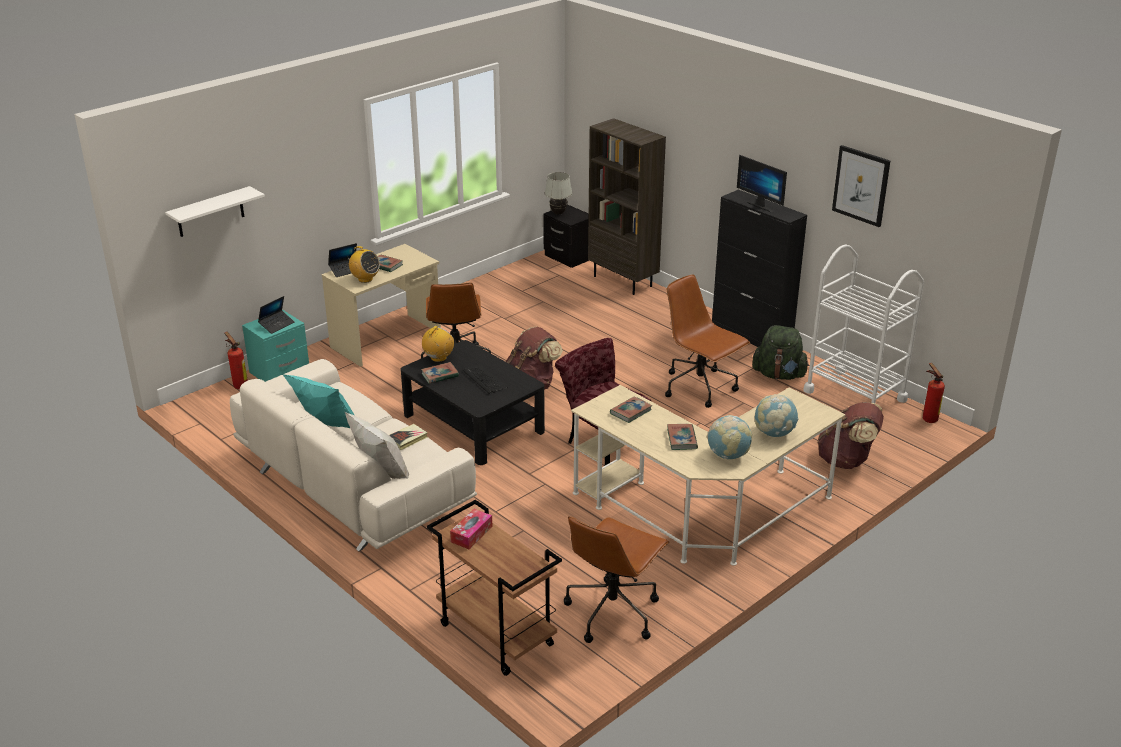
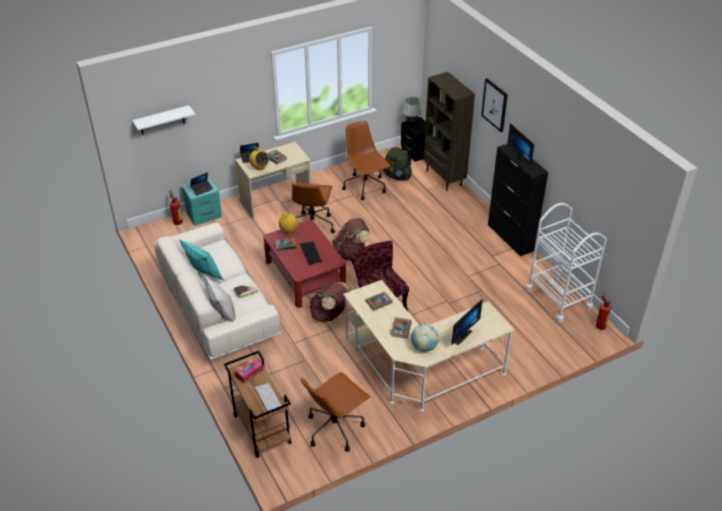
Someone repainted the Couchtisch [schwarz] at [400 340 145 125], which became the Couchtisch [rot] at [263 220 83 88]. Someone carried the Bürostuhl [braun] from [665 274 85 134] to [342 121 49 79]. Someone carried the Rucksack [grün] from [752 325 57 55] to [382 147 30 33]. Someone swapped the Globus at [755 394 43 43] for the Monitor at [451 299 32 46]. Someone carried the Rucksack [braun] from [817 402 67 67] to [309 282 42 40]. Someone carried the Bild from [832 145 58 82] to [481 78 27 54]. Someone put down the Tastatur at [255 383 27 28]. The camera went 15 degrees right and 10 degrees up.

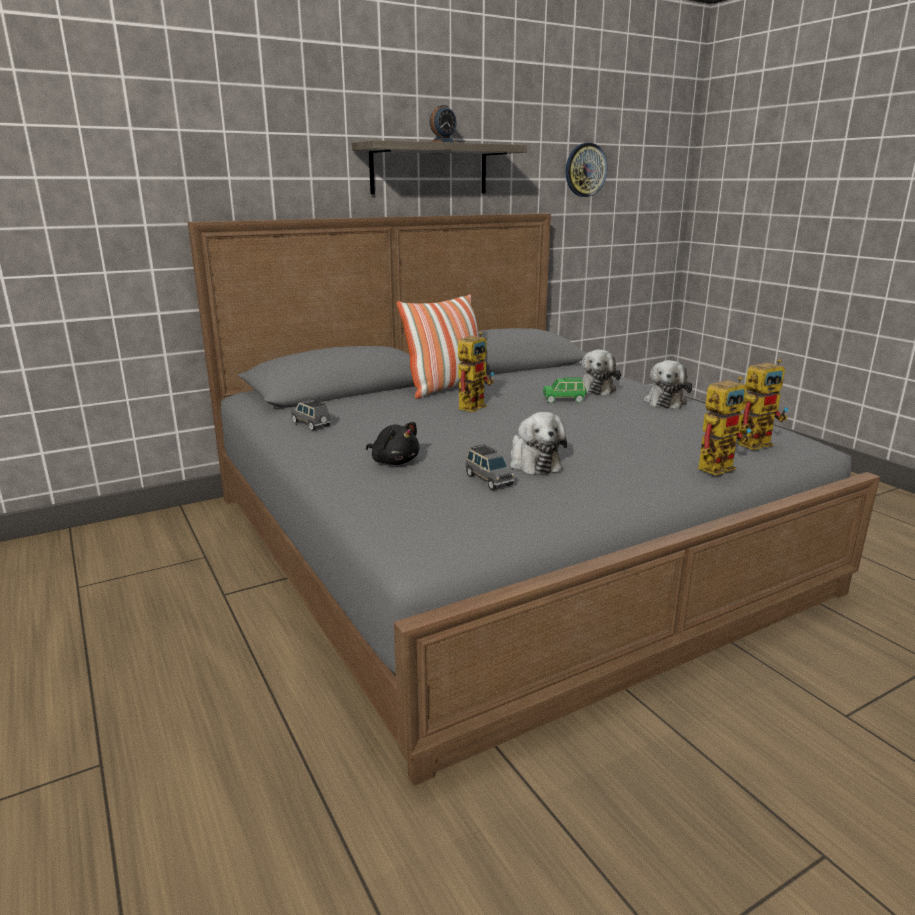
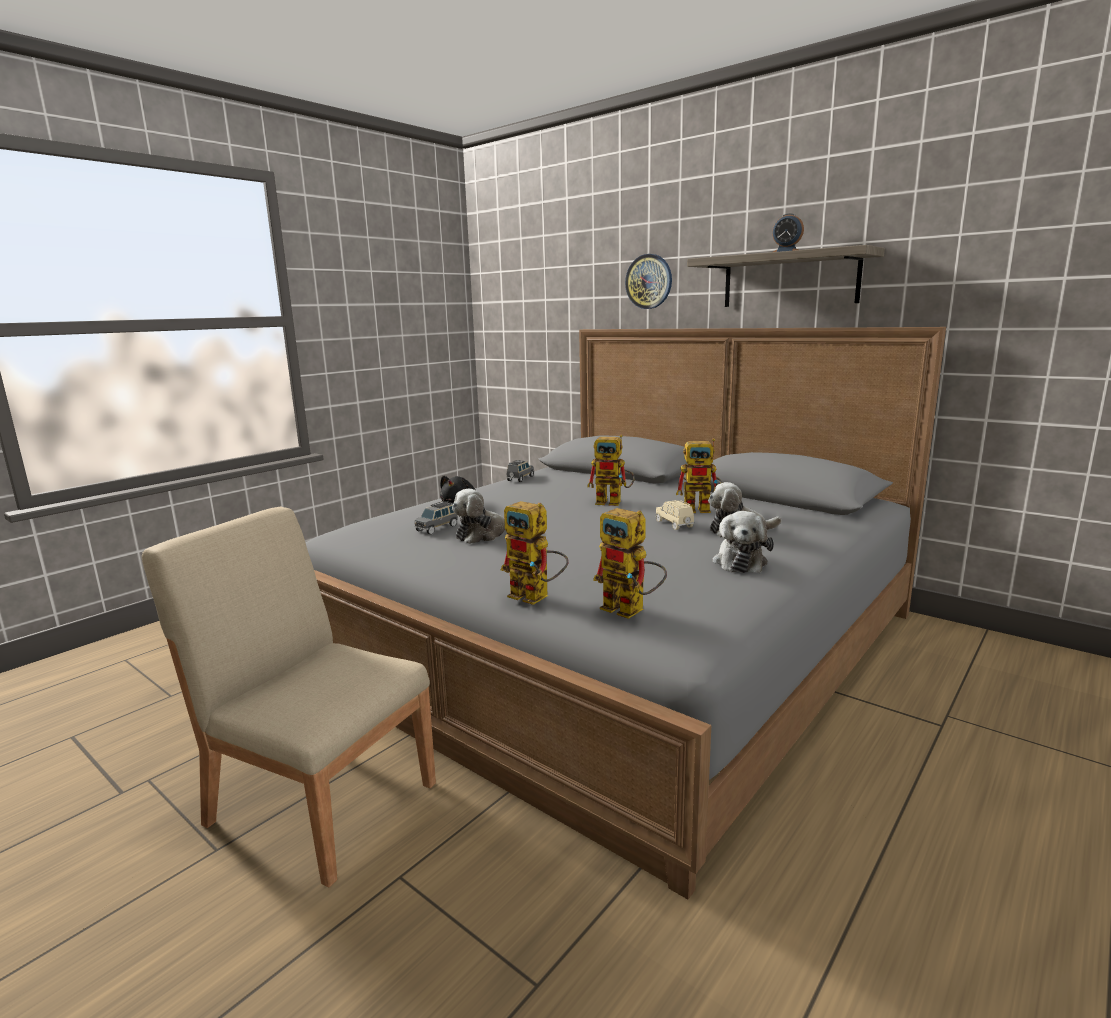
Someone took away the Kissen at [397 294 91 105]. Someone repainted the Spielzeugauto [grün] at [543 377 43 26], which became the Spielzeugauto [beige] at [655 500 39 30]. Someone carried the Wanduhr from [566 143 41 54] to [625 254 47 55]. Someone rotated the Plüschtier at [644 360 48 49] by 75 degrees counterclockwise. Someone put down the Stuhl [beige] at [142 507 294 380]. Someone put down the Spielzeugroboter at [676 438 46 75]. The camera went 70 degrees right and 5 degrees down.

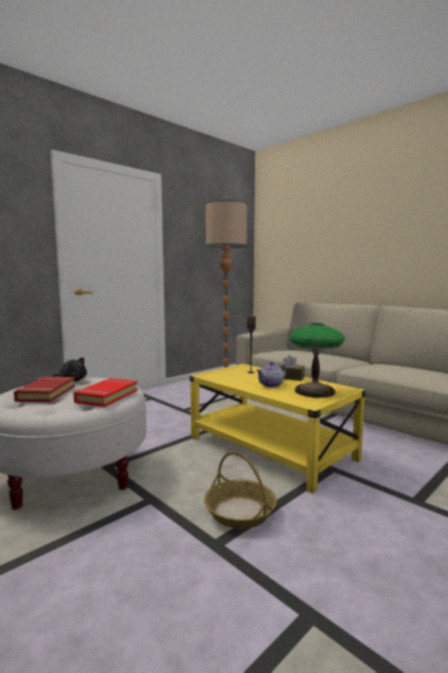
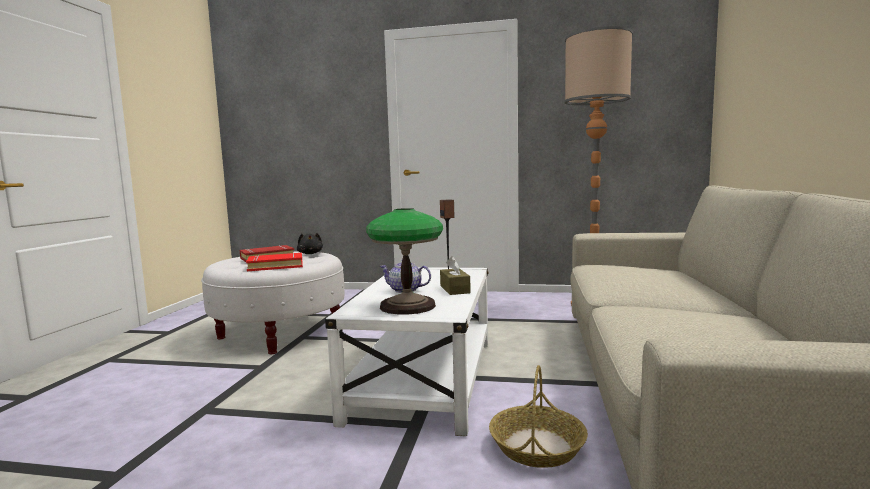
Someone repainted the Couchtisch [gelb] at [190 364 176 129], which became the Couchtisch [weiß] at [325 267 164 170]. Someone carried the Korb from [204 451 73 78] to [489 365 99 103]. The camera went 55 degrees right and 0 degrees up.

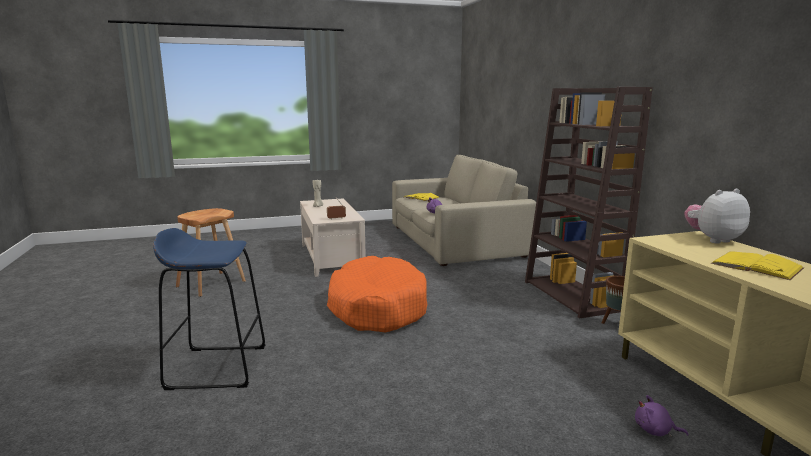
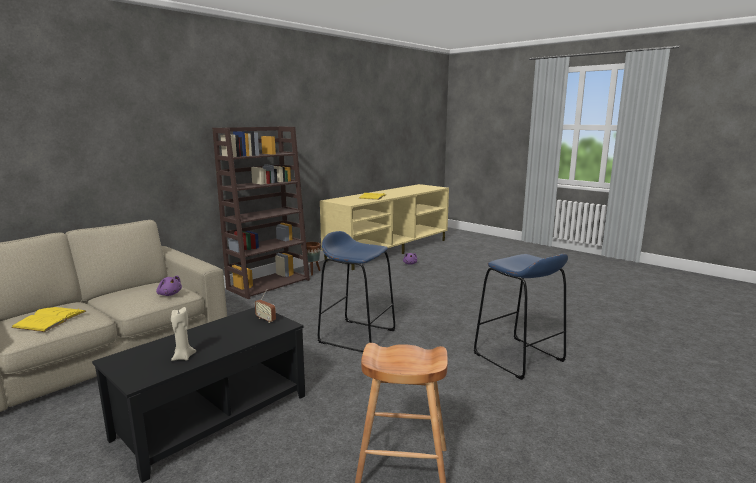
Someone repainted the Couchtisch [beige] at [300 198 66 79], which became the Couchtisch [schwarz] at [92 307 213 176]. Someone swapped the Hundebett [orange] at [327 256 100 77] for the Hocker [blau] at [318 231 77 121]. Someone took away the Plüschtier at [684 189 66 55]. The camera went 120 degrees left and 0 degrees up.

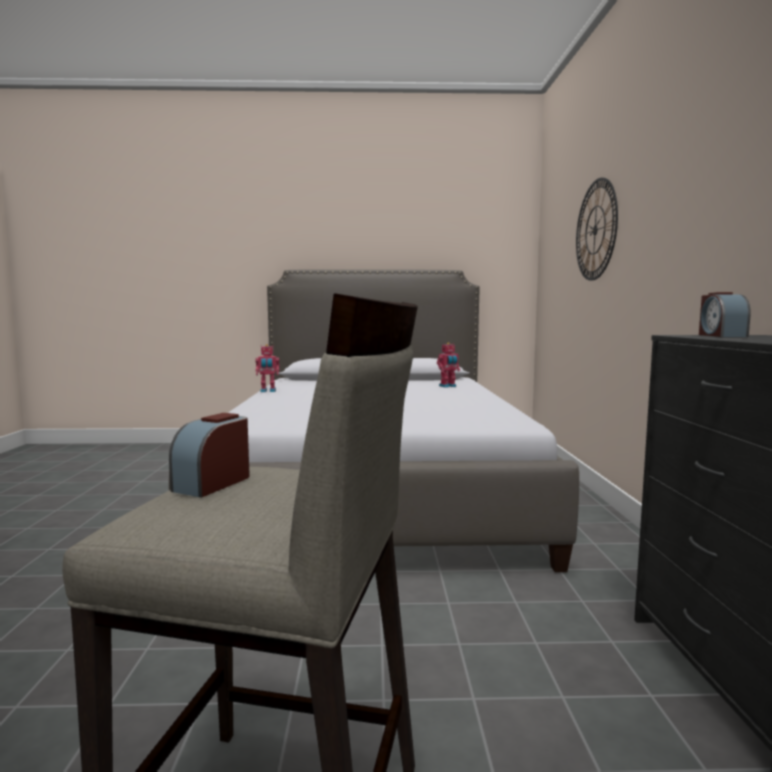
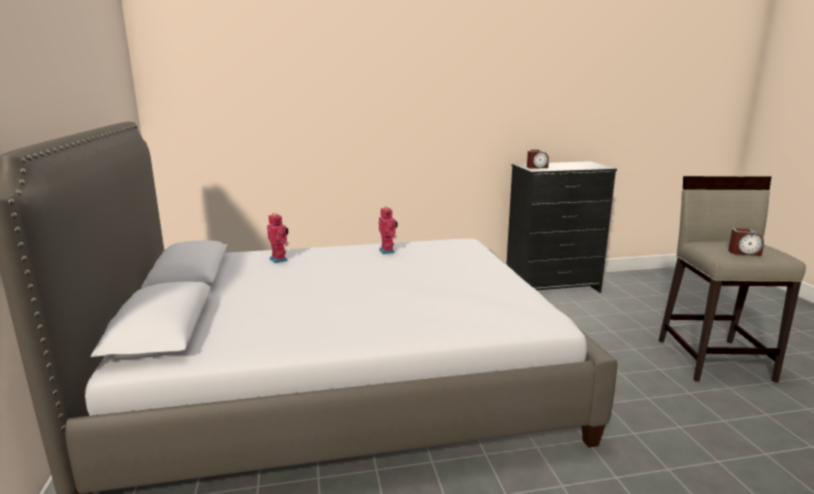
Someone carried the Spielzeugroboter from [255 344 25 48] to [379 206 19 48]. Someone took away the Wanduhr at [576 178 42 103]. The camera went 100 degrees left and 10 degrees up.

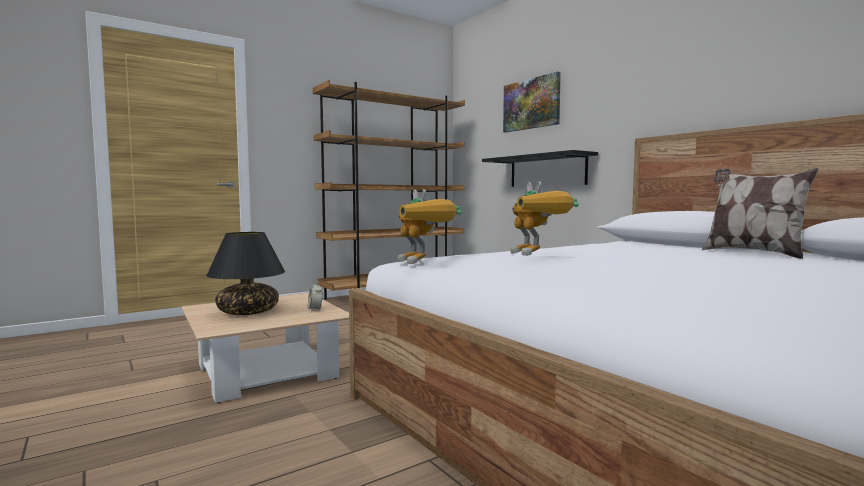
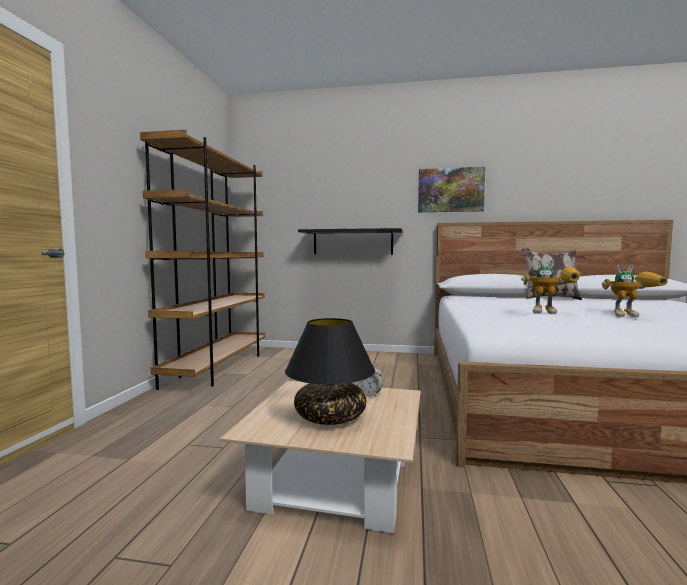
Someone carried the Spielzeugroboter from [397 189 65 75] to [601 265 67 52]. Someone carried the Bild from [503 71 58 61] to [418 167 67 45]. The camera went 45 degrees left and 0 degrees up.

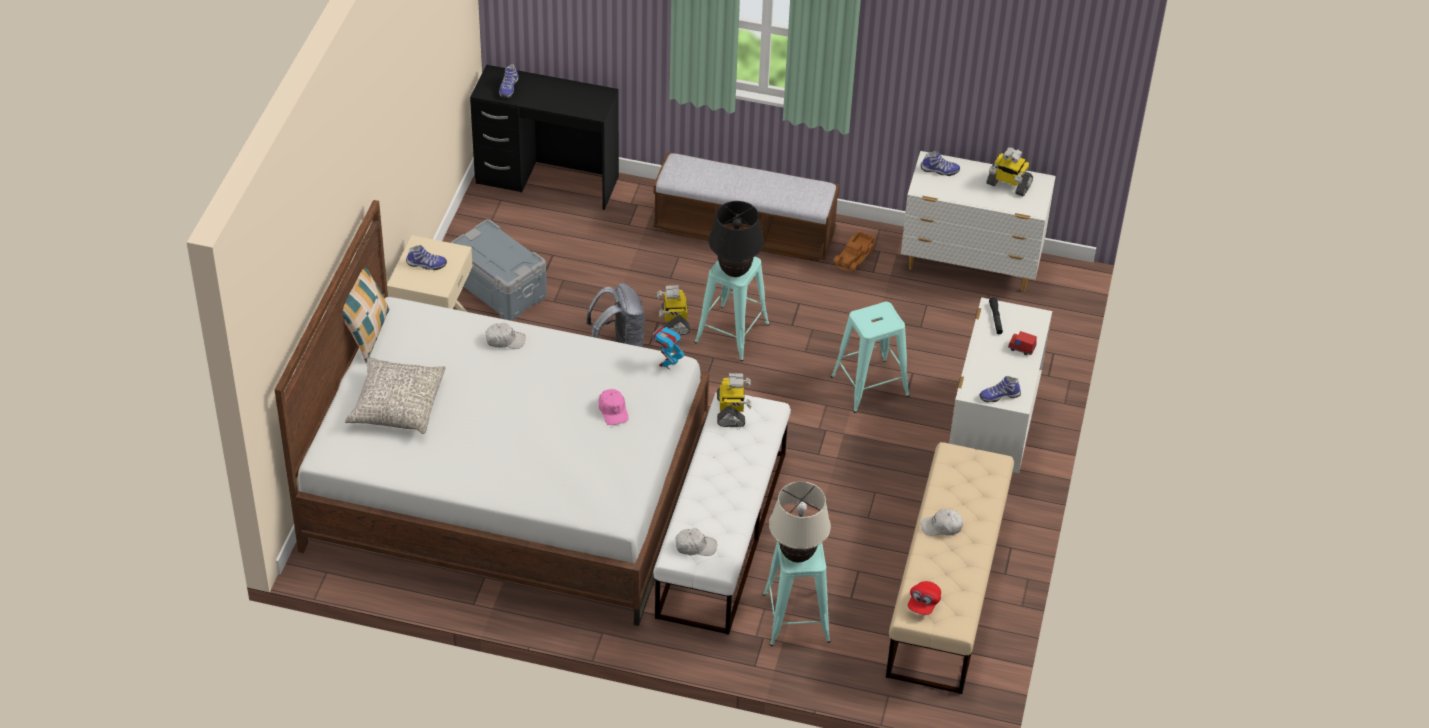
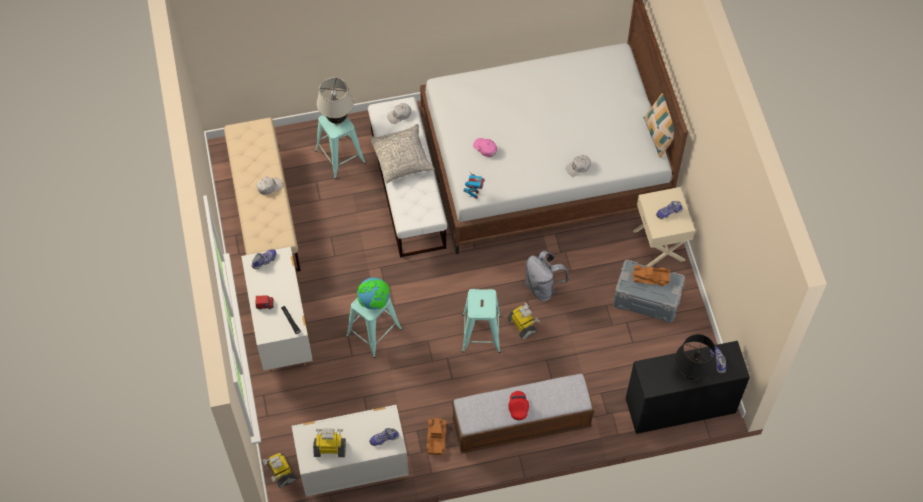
Someone carried the Kissen [grau] from [345 357 101 77] to [370 124 65 59]. Someone carried the Tischlampe [schwarz] from [709 201 55 76] to [675 334 41 46]. Someone carried the Spielzeugroboter from [717 373 34 54] to [263 453 33 35]. Someone carried the Kappe [rot] from [908 581 33 34] to [509 391 20 29]. Someone put down the Globus at [357 277 33 33]. Someone put down the Spielzeuglaster at [631 265 39 21]. The camera went 155 degrees right and 15 degrees up.

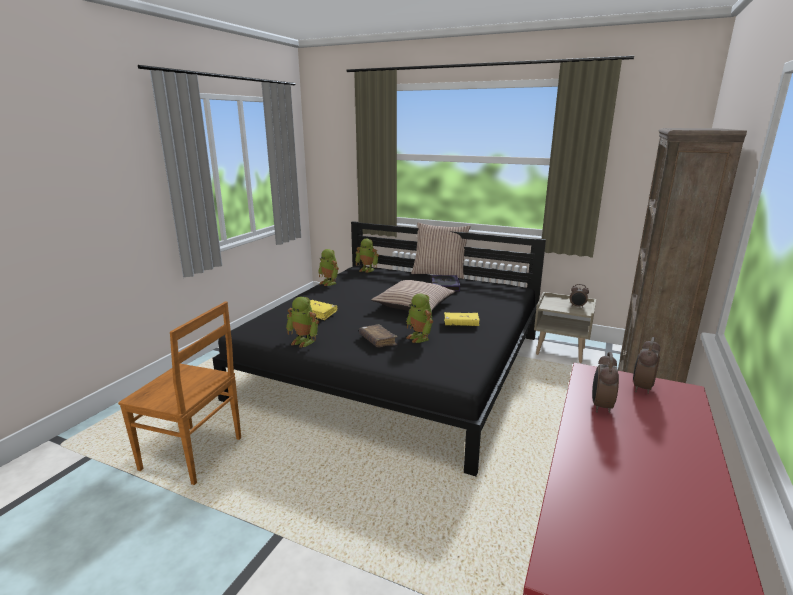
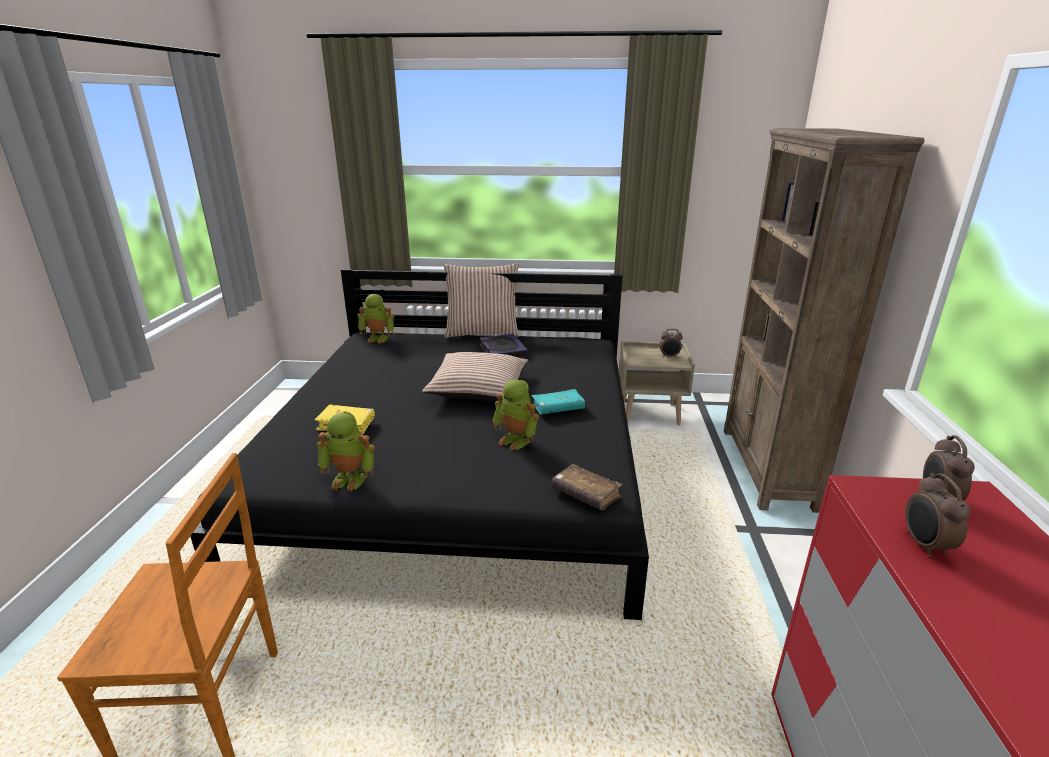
Someone took away the Spielzeugroboter at [318 249 21 37]. Someone carried the Buch [braun] from [359 324 38 23] to [551 464 71 46]. Someone repainted the Buch [gelb] at [444 312 35 14], which became the Buch [türkis] at [532 389 53 26]. The camera went 20 degrees left and 5 degrees up.

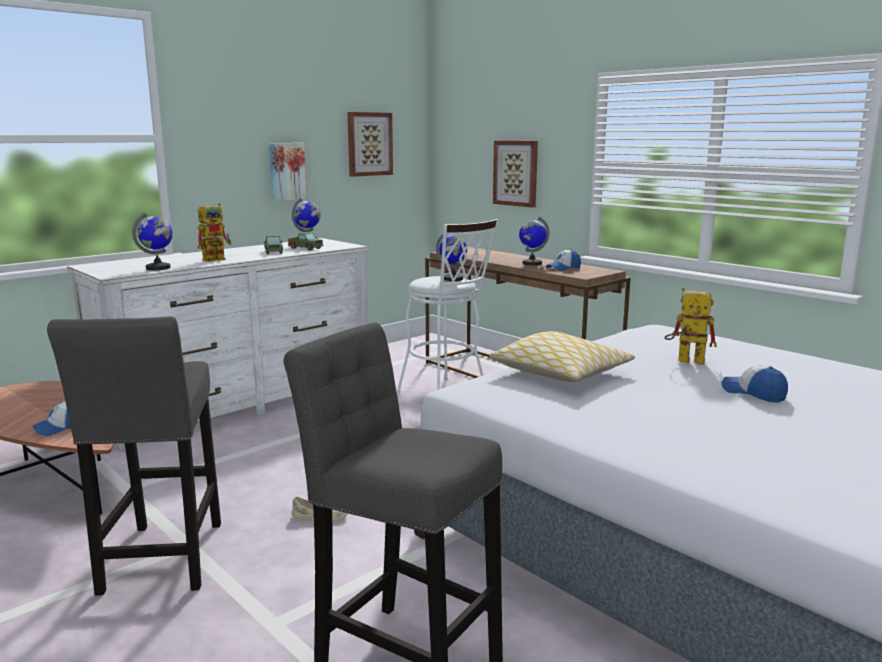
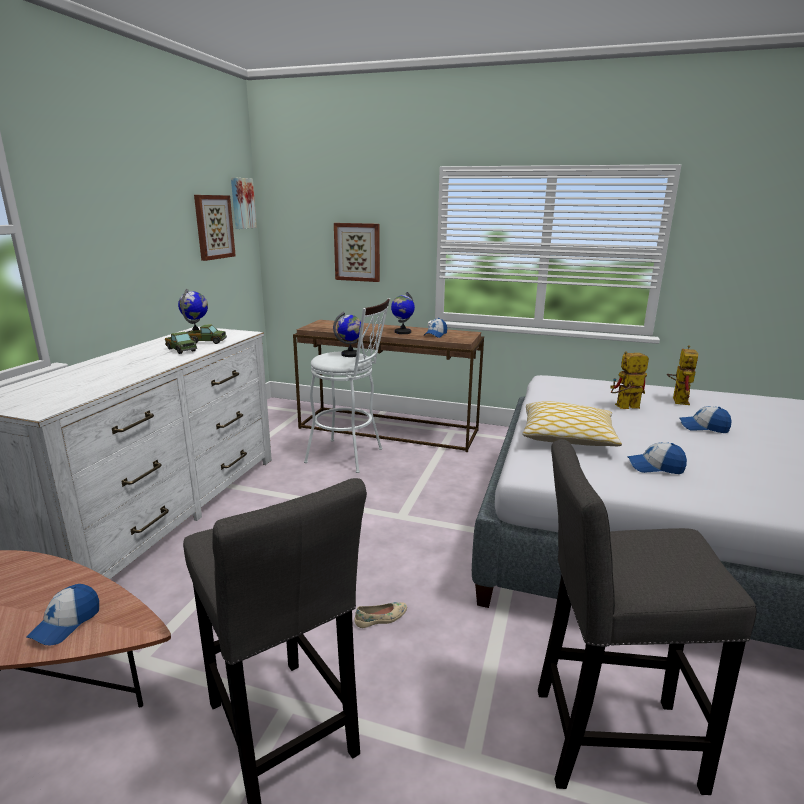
Someone took away the Globus at [132 212 41 58]. Someone carried the Spielzeugroboter from [198 203 34 59] to [667 345 31 60]. Someone carried the Bild from [269 143 38 58] to [231 177 26 52]. Someone put down the Kappe at [627 442 60 32]. The camera went 30 degrees left and 5 degrees up.

